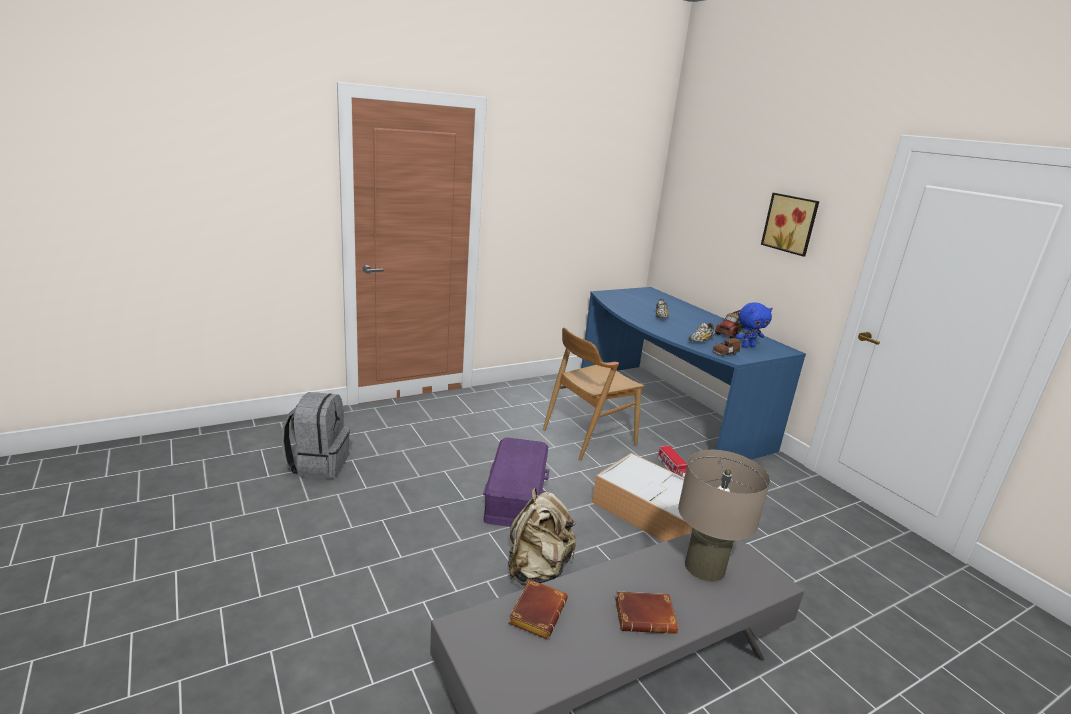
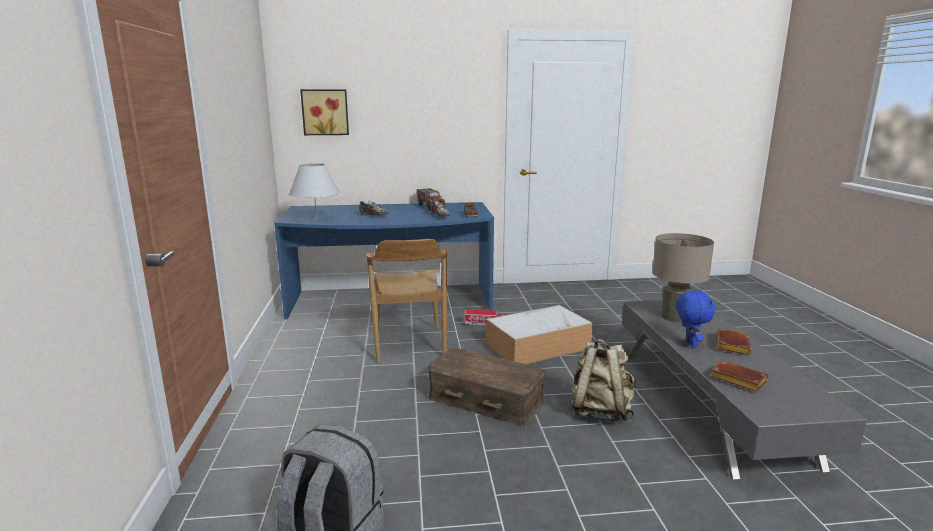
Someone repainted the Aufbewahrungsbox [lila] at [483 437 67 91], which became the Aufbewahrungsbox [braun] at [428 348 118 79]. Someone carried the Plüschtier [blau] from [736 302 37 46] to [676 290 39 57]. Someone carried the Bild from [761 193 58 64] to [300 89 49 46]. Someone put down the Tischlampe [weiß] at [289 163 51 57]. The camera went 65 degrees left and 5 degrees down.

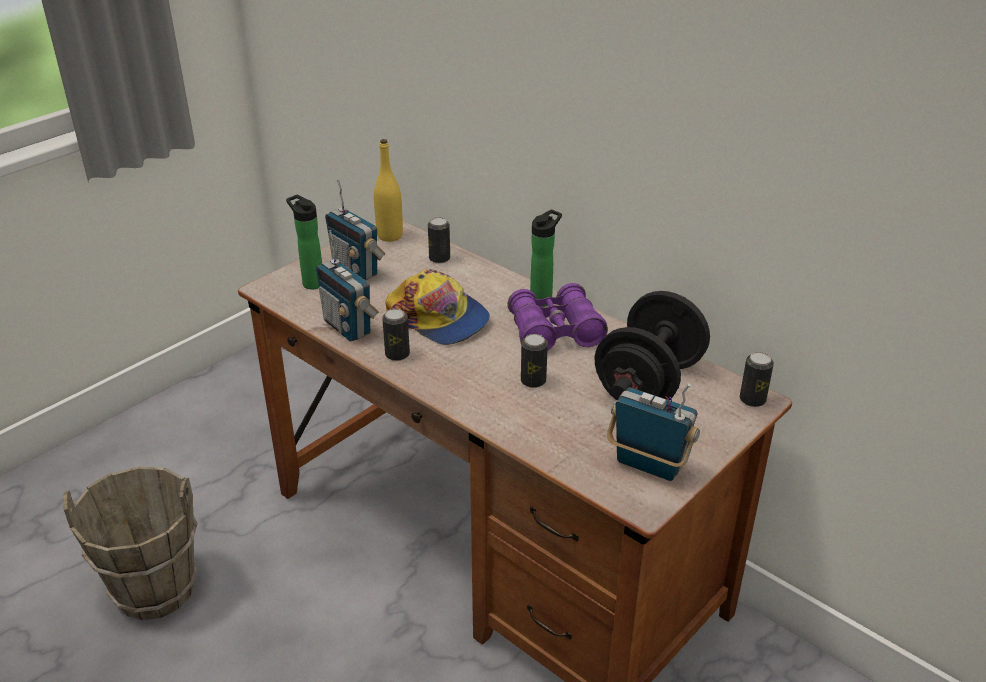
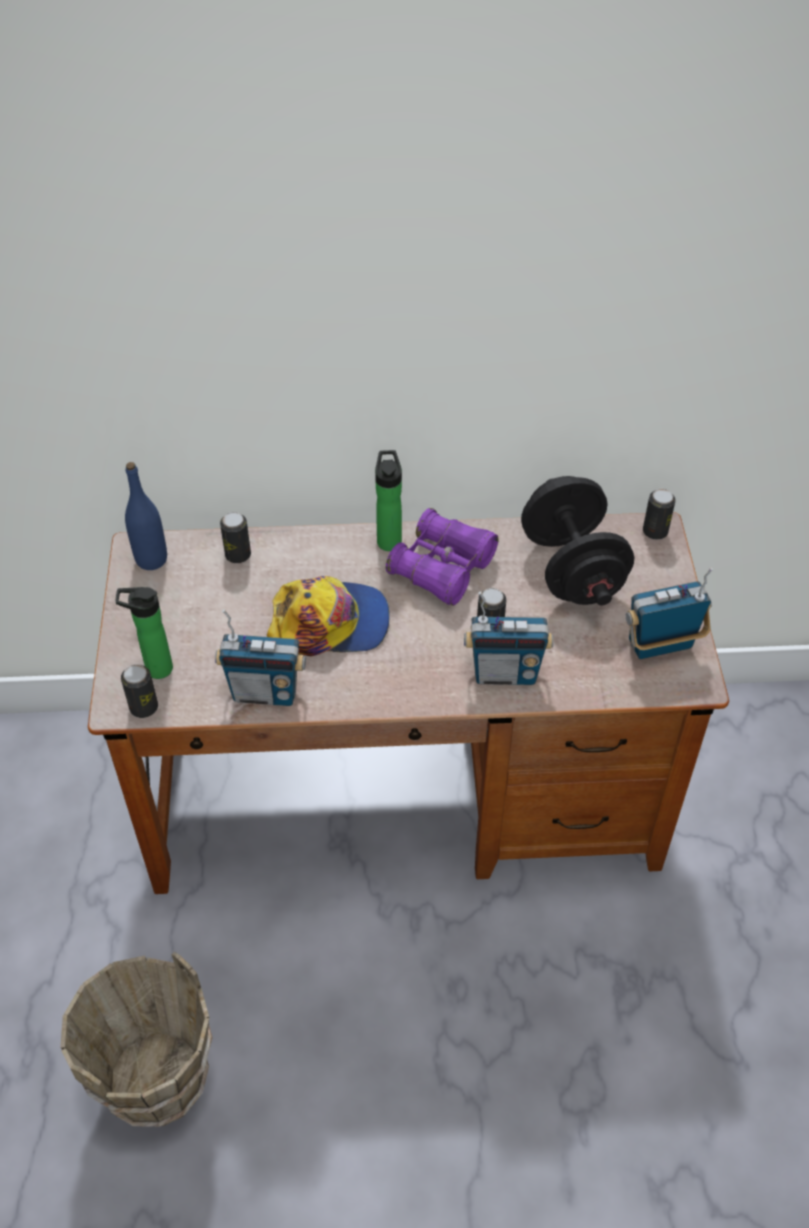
Someone carried the Radio from [325 180 60 100] to [464 591 90 94]. Someone repainted the Flasche [gelb] at [374 139 29 103], which became the Flasche [blau] at [125 462 42 108]. Someone carried the Dose from [382 309 28 52] to [121 664 37 54]. The camera went 45 degrees left and 15 degrees up.

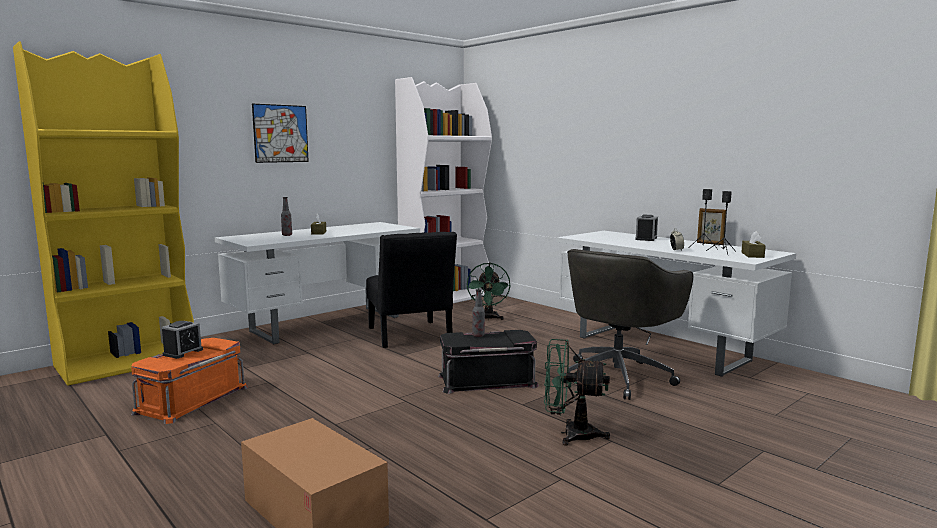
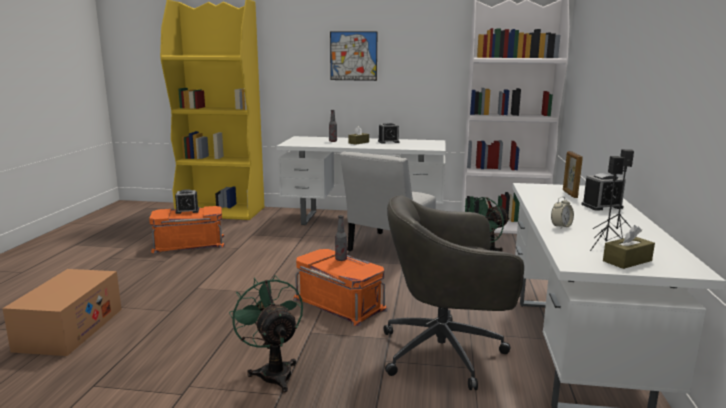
Someone repainted the Stuhl [schwarz] at [366 232 91 116], which became the Stuhl [weiß] at [340 151 96 100]. Someone repainted the Aufbewahrungsbox [schwarz] at [438 330 101 64], which became the Aufbewahrungsbox [orange] at [293 249 95 77]. Someone carried the Bilderrahmen from [697 208 29 37] to [563 151 20 47]. Someone put down the Wecker at [378 122 22 21]. The camera went 50 degrees right and 5 degrees up.

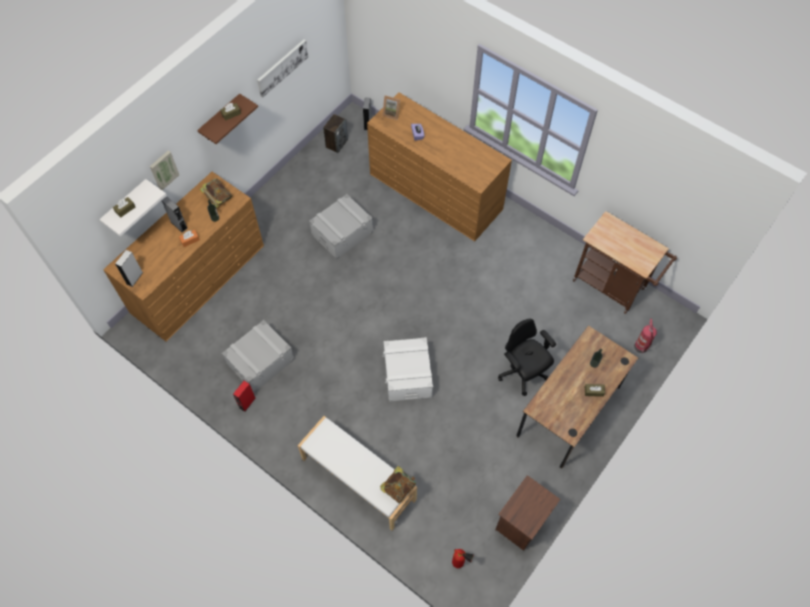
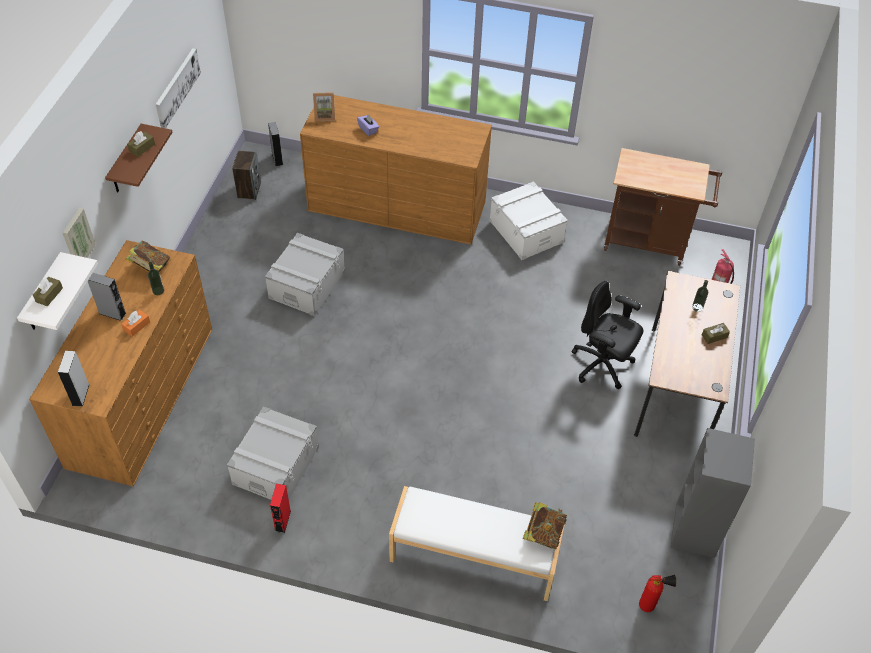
Someone carried the Aufbewahrungsbox [weiß] from [383 337 50 65] to [489 182 79 78]. Someone swapped the Nachttisch [braun] at [495 475 65 76] for the Bücherregal [grau] at [671 428 84 130]. The camera went 25 degrees left and 10 degrees down.

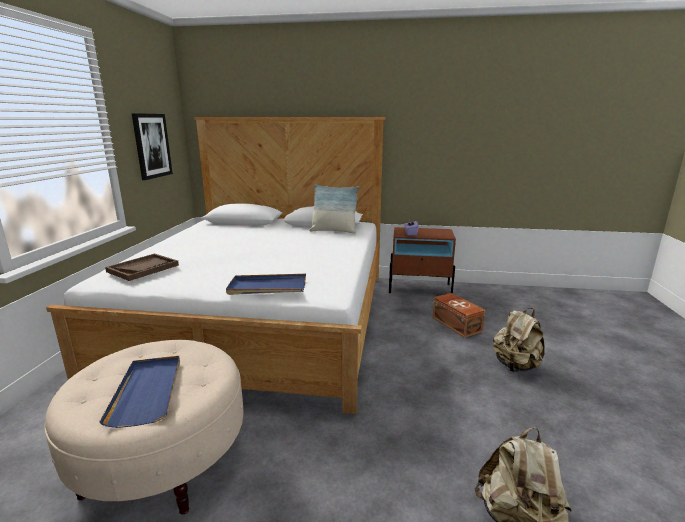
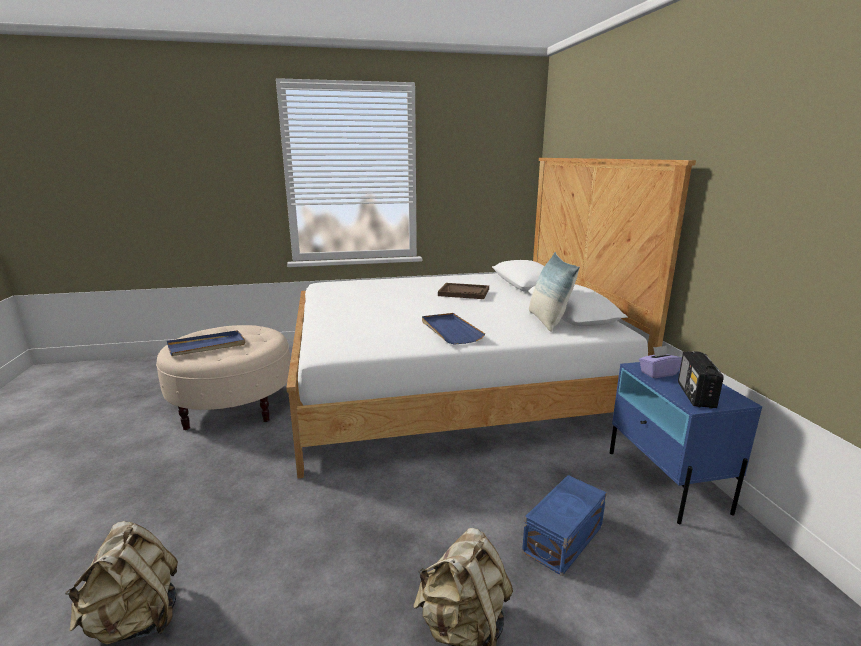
Someone carried the Tablett [braun] from [105 254 74 27] to [438 283 51 16]. Someone took away the Bild at [132 113 41 67]. Someone carried the Tablett [blau] from [226 274 80 21] to [422 313 63 32]. Someone repainted the Nachttisch [braun] at [389 227 67 66], which became the Nachttisch [blau] at [610 362 152 162]. Someone repainted the Aufbewahrungsbox [braun] at [432 293 54 45], which became the Aufbewahrungsbox [blau] at [522 475 85 101]. Someone put down the Radio at [678 351 46 57]. The camera went 70 degrees right and 0 degrees up.

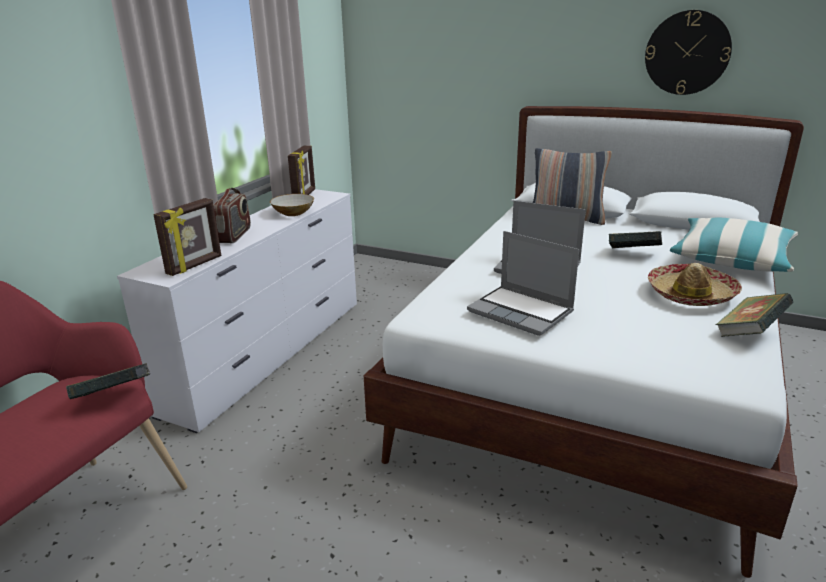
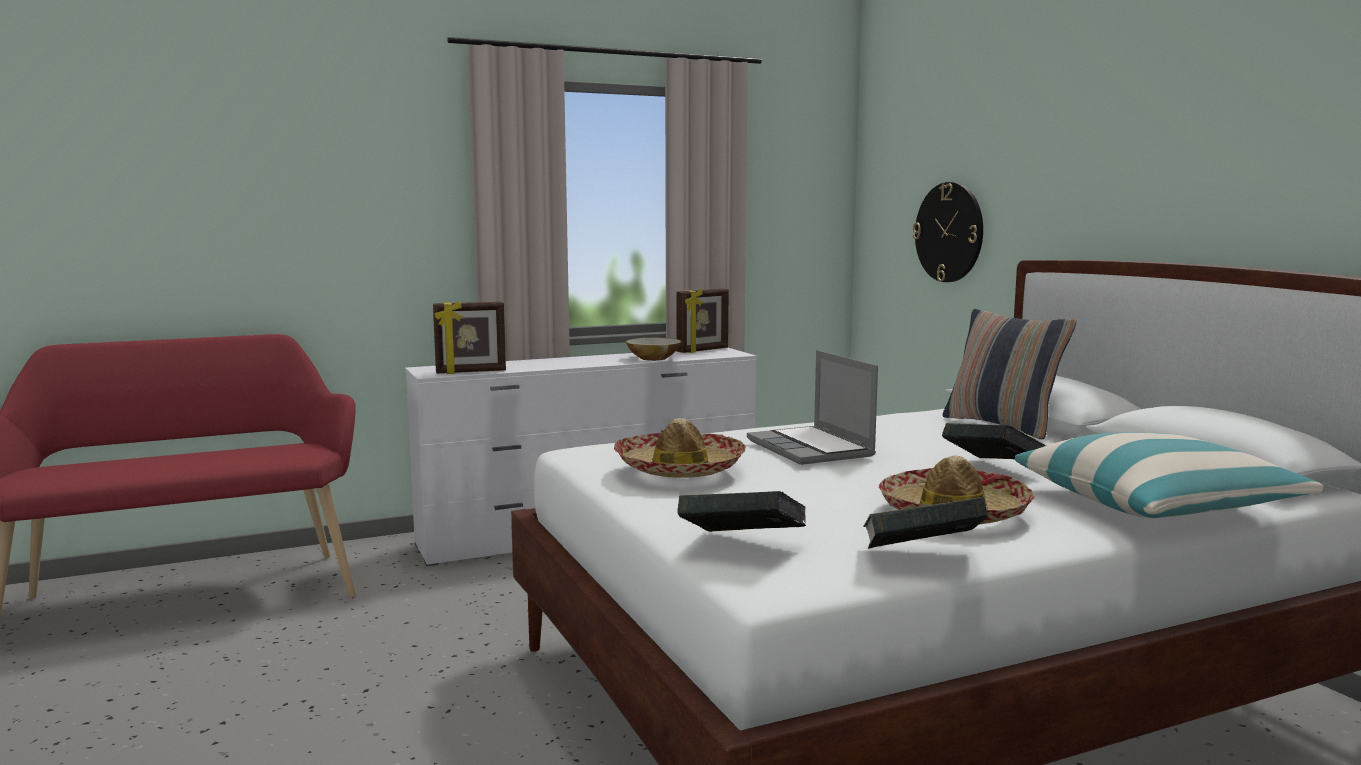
Someone carried the Buch from [66 363 84 36] to [677 491 129 41]. Someone took away the Radio at [213 188 38 55]. Someone swapped the Laptop at [467 231 112 105] for the Hut at [614 418 132 60]. Someone carried the Wanduhr from [645 10 87 85] to [913 182 70 100]. The camera went 40 degrees right and 15 degrees down.

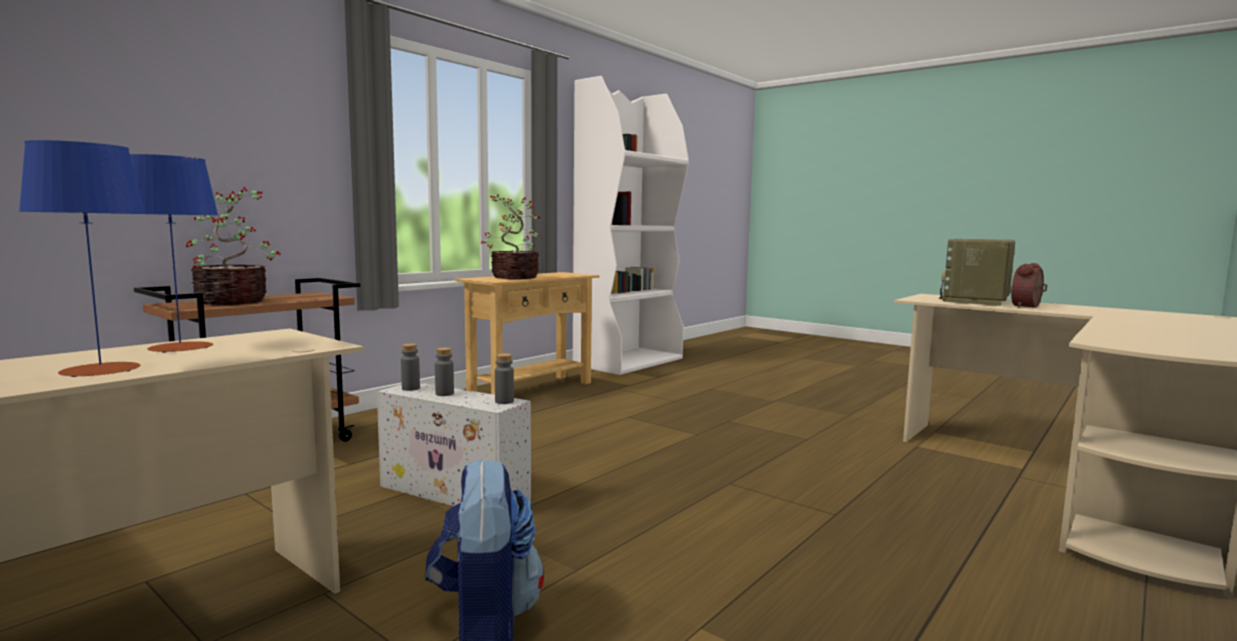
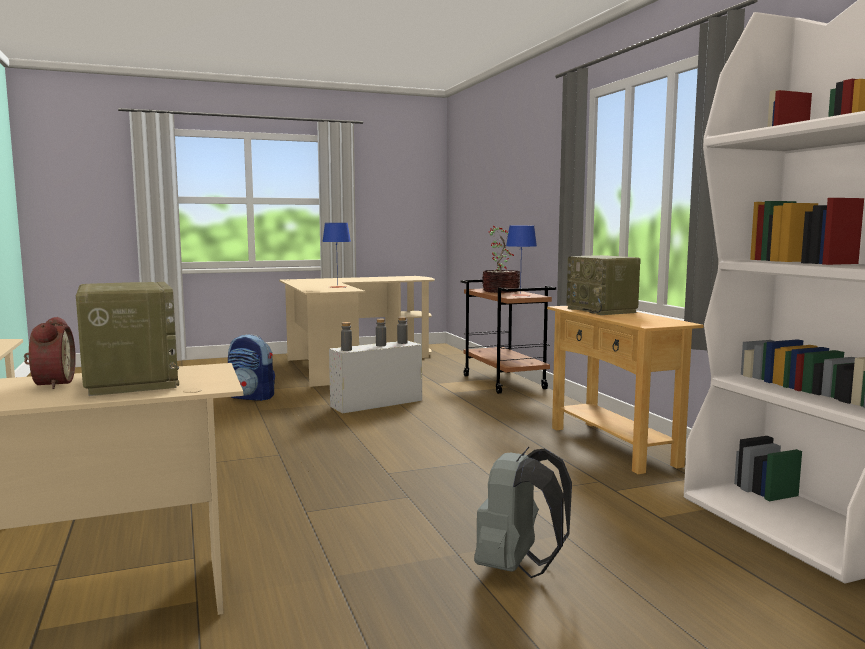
Someone carried the Tischlampe [blau] from [19 140 127 237] to [506 226 31 70]. Someone swapped the Topfpflanze at [481 194 60 85] for the Radio at [567 255 74 60]. Someone put down the Rucksack [grau] at [474 447 98 131]. The camera went 120 degrees right and 0 degrees up.

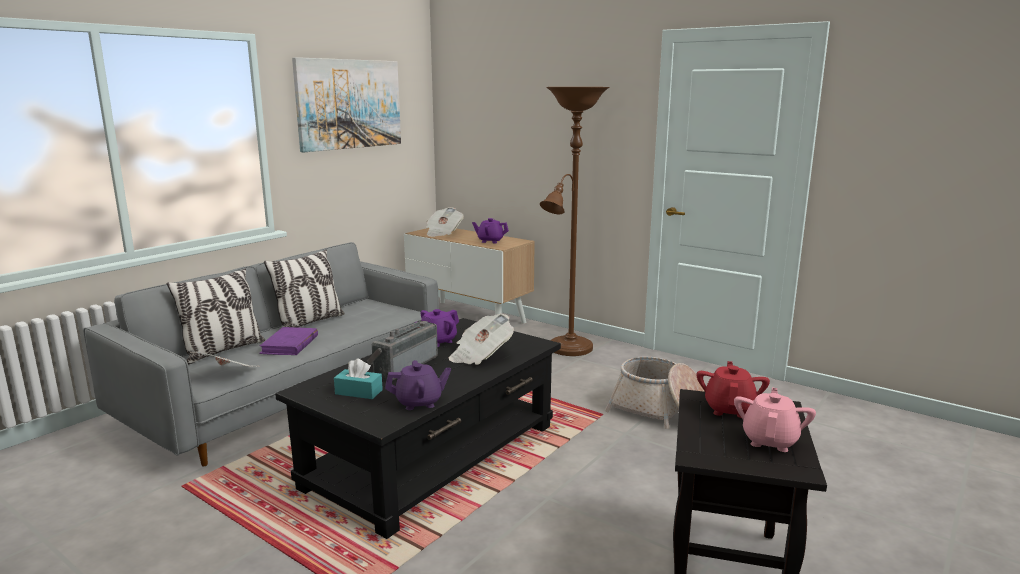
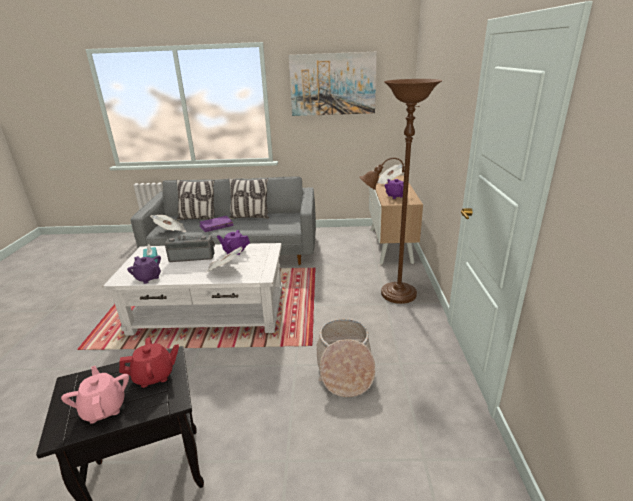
Someone repainted the Couchtisch [schwarz] at [275 318 286 221], which became the Couchtisch [weiß] at [103 243 179 93]. Someone rotated the Teekanne [rosa] at [734 388 82 64] by 105 degrees counterclockwise. The camera went 55 degrees right and 10 degrees up.

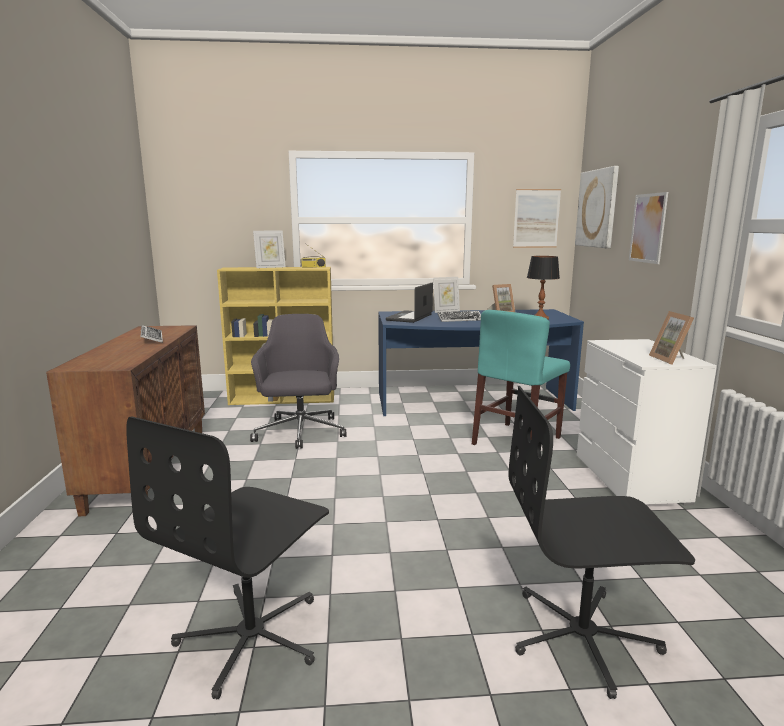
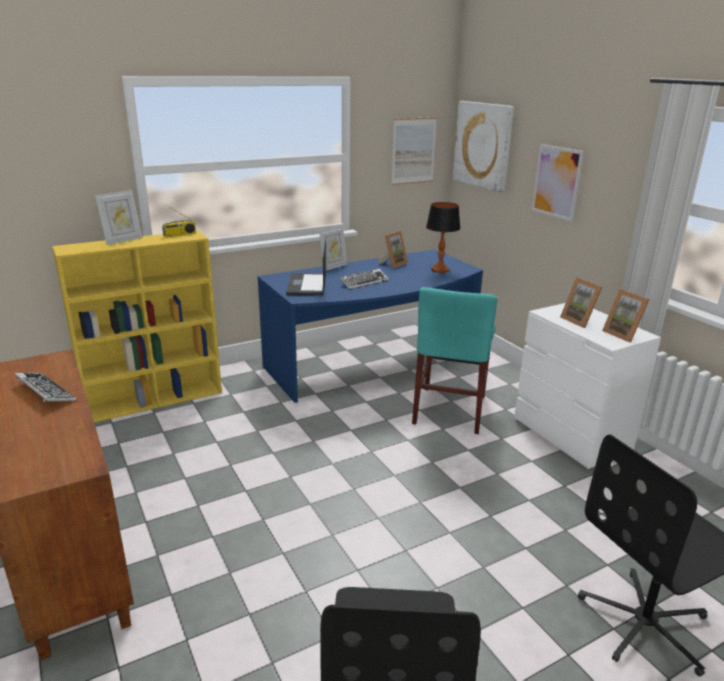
Someone took away the Bürostuhl [grau] at [250 314 96 135]. Someone put down the Bilderrahmen at [560 277 42 51]. The camera went 25 degrees left and 10 degrees up.

